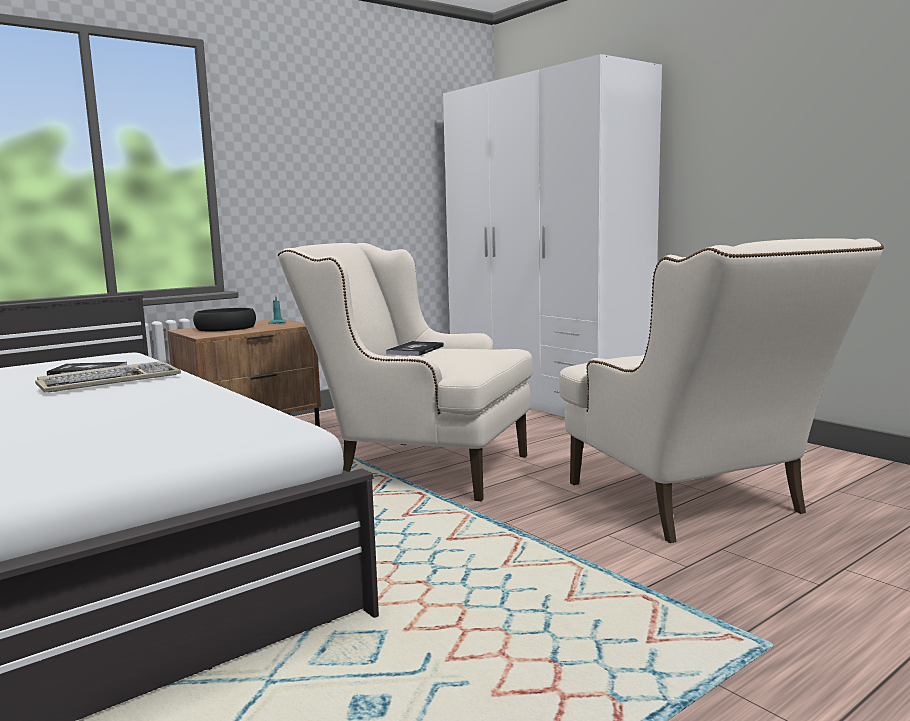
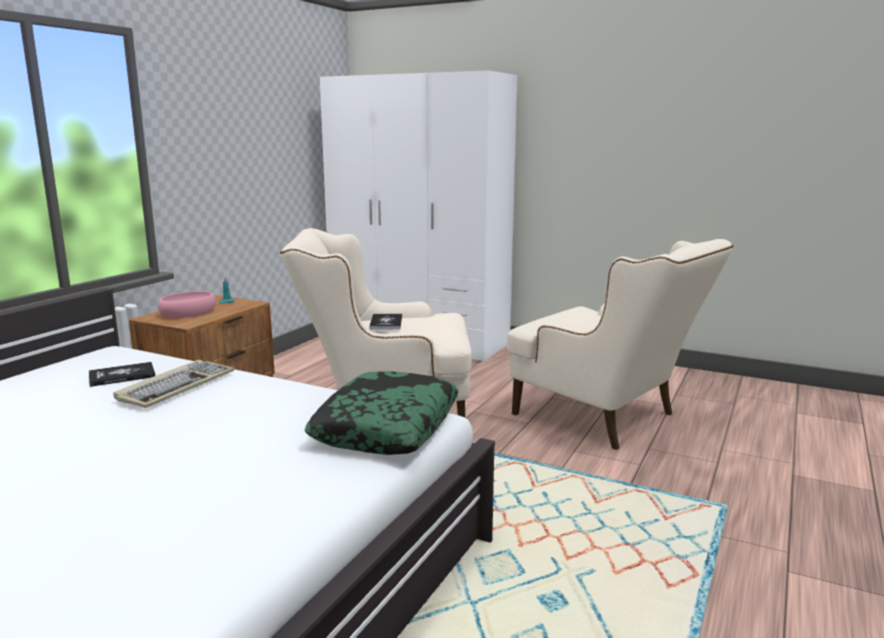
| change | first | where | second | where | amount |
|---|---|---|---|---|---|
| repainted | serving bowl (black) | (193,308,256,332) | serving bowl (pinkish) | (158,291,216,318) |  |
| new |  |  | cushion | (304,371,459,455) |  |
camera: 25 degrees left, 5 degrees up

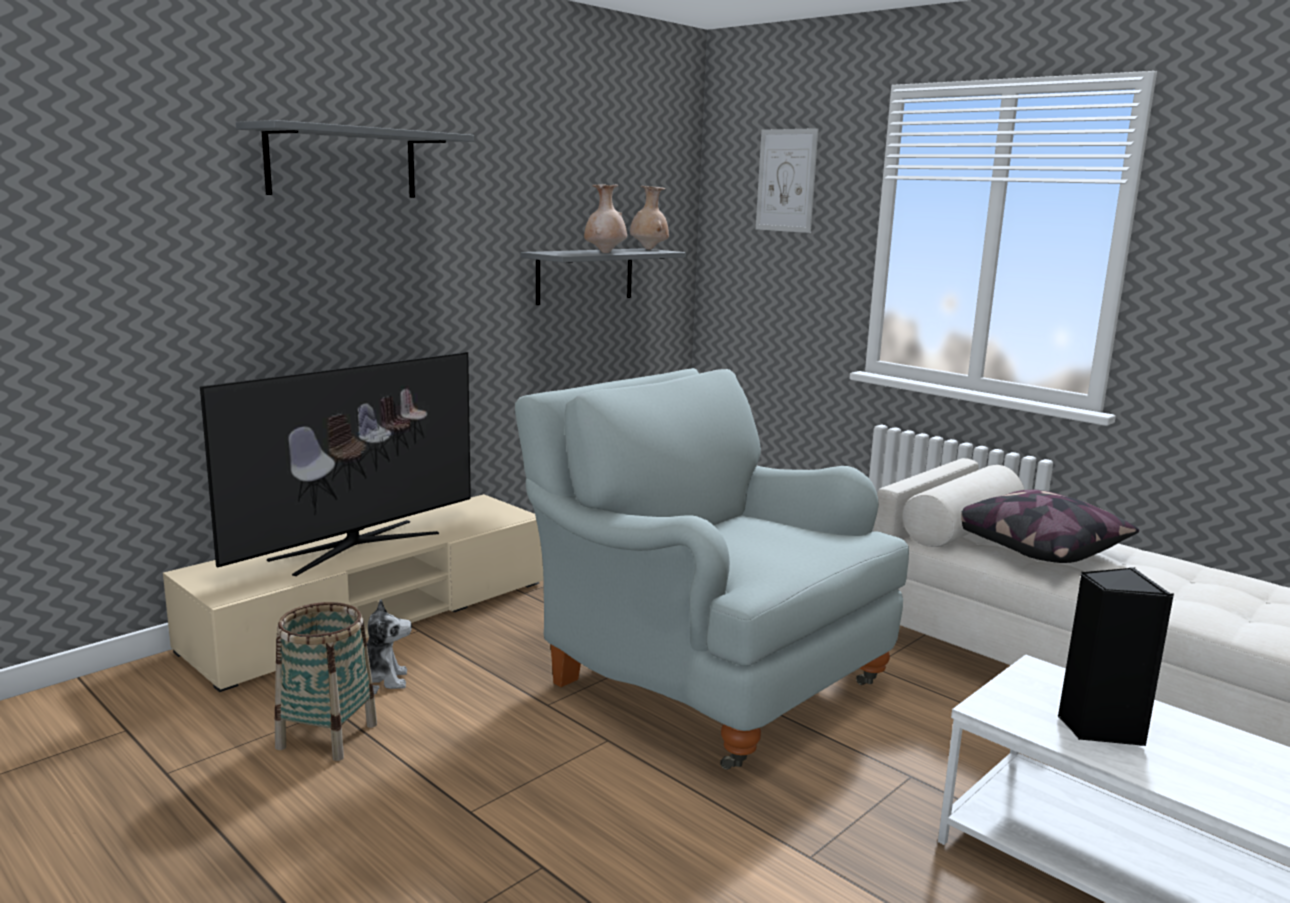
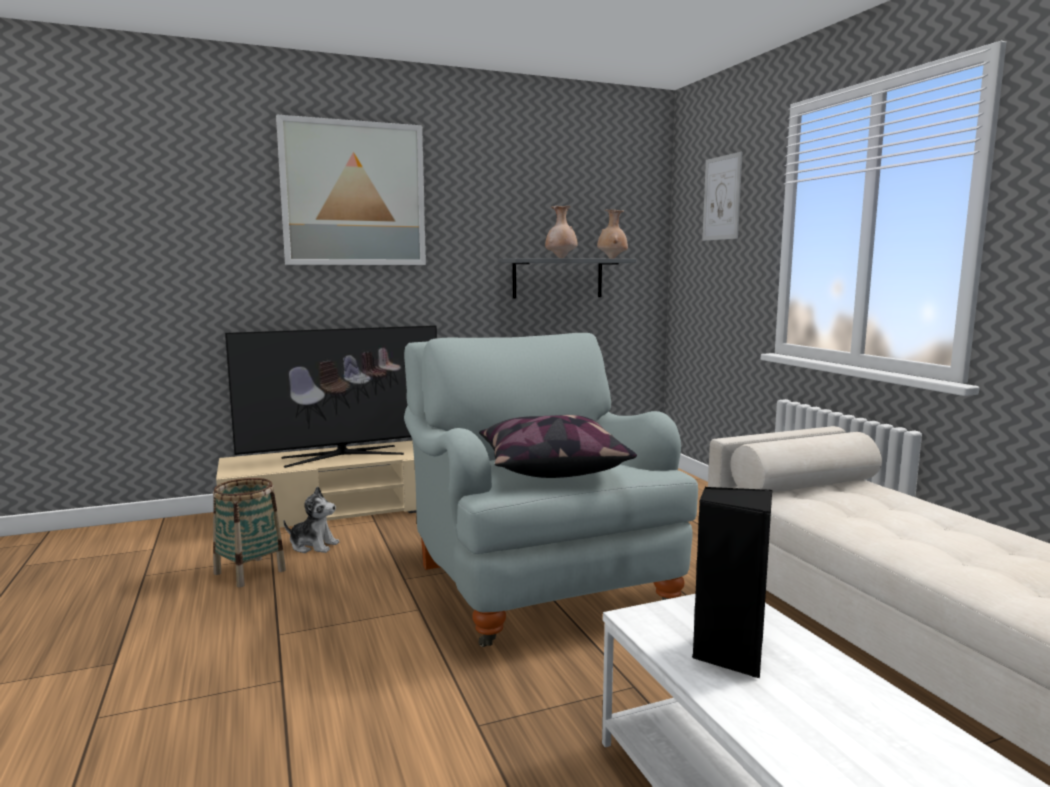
| change | first | where | second | where | amount |
|---|---|---|---|---|---|
| swapped | bracket shelf (greyish) | (236,120,474,198) | picture | (276,114,426,265) |  |
| shifted | cushion | (961,490,1139,563) |  | (479,415,637,478) |  |
camera: 25 degrees right, 5 degrees down

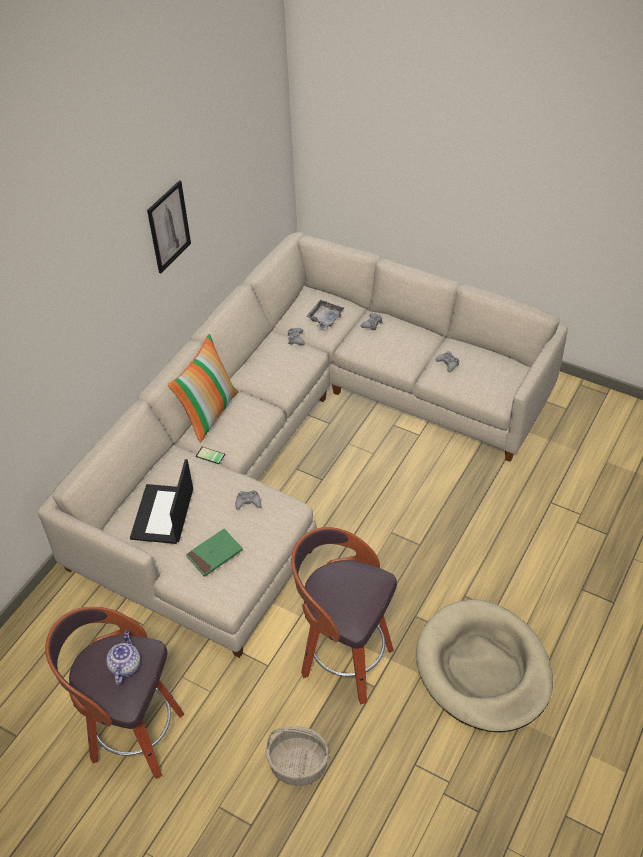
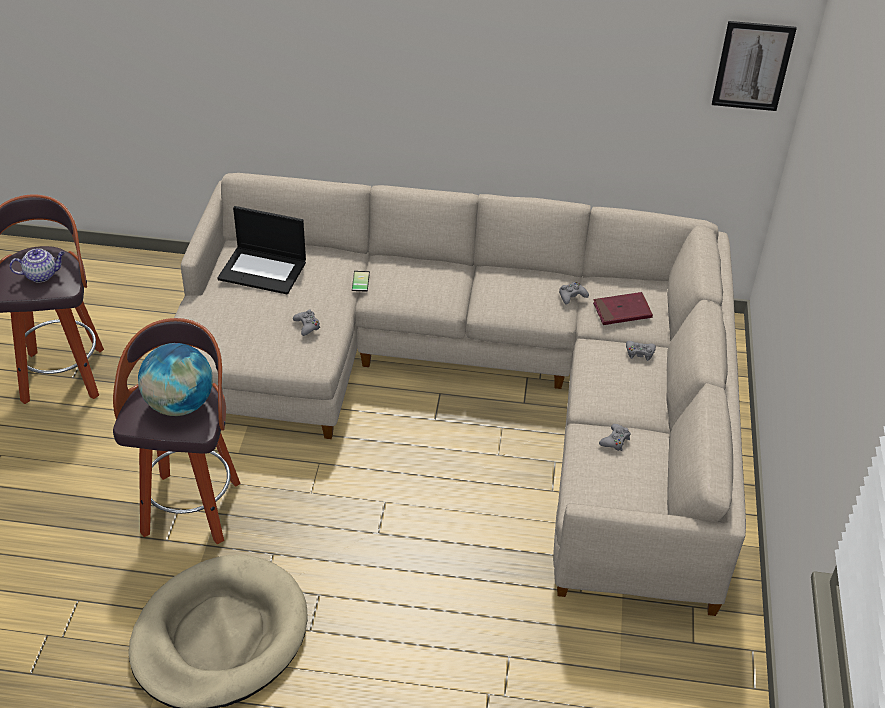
| change | first | where | second | where | amount |
|---|---|---|---|---|---|
| shifted | picture | (147,180,191,273) |  | (712,21,797,111) |  |
| swapped | tray (greyish) | (306,300,344,330) | book (red-coloured) | (593,292,653,325) |  |
| gone | cushion | (168,334,239,443) |  |  |  |
| rotated | portable computer | (130,459,193,544) |  | (217,206,306,295) | 150 degrees counterclockwise |
| gone | book (green-coloured) | (186,529,243,577) |  |  |  |
| gone | storage basket | (266,726,329,786) |  |  |  |
| new |  |  | desk globe | (138,343,213,416) |  |
camera: 65 degrees right, 5 degrees down

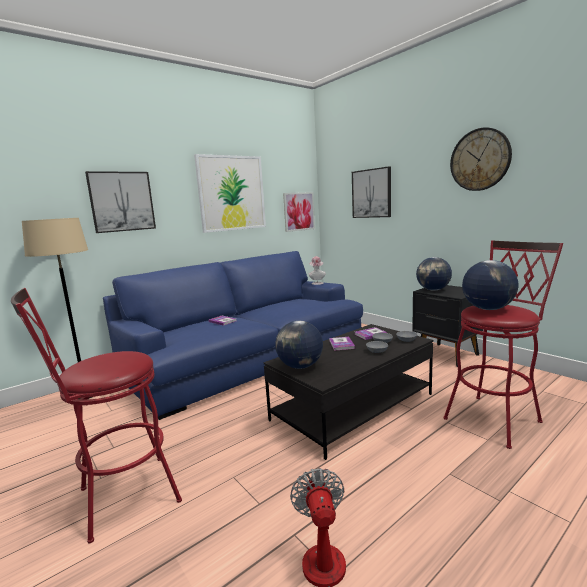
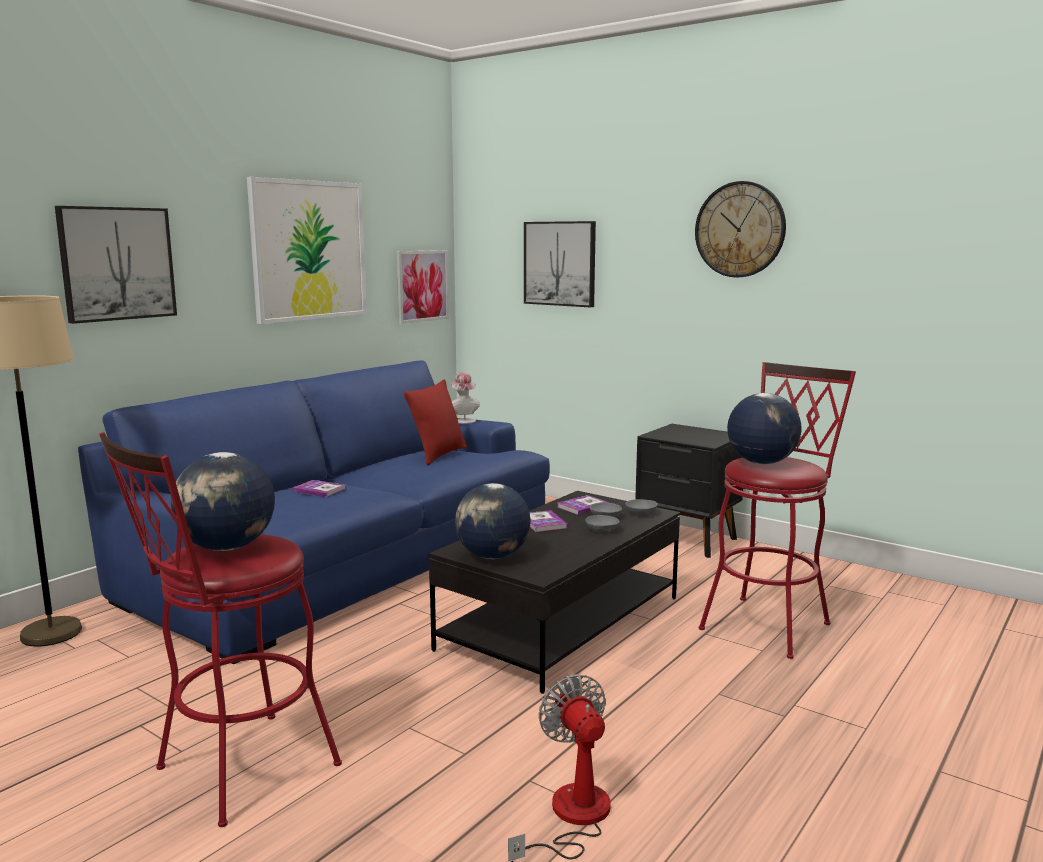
| change | first | where | second | where | amount |
|---|---|---|---|---|---|
| shifted | desk globe | (416,257,452,291) |  | (171,452,275,551) |  |
| new |  |  | cushion (red-coloured) | (404,379,467,465) |  |
camera: 15 degrees left, 0 degrees up

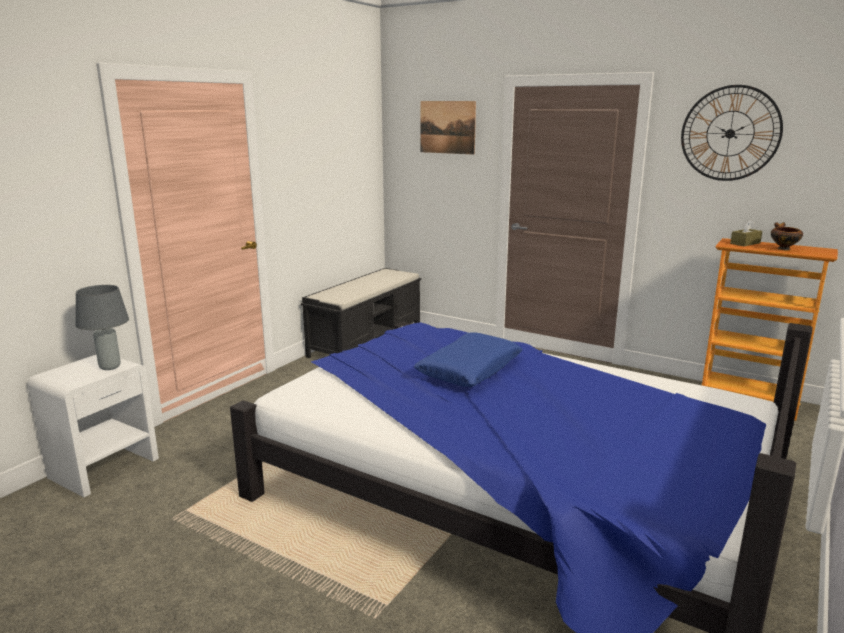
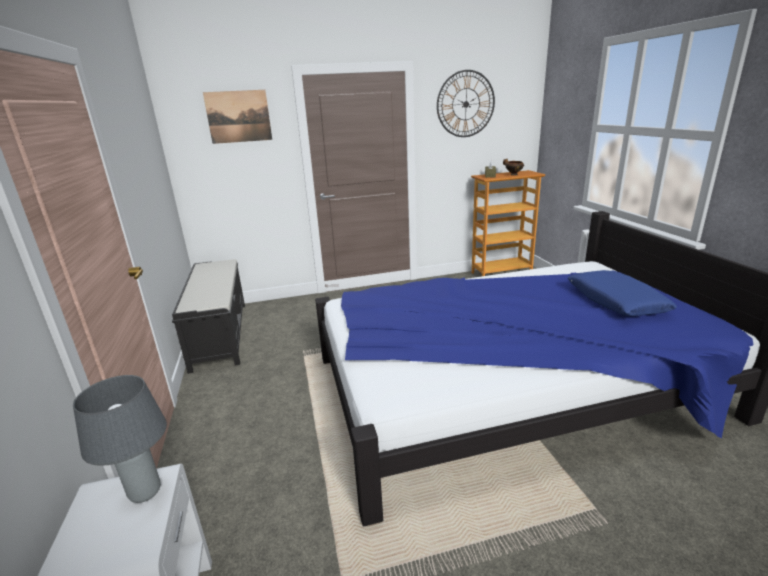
| change | first | where | second | where | amount |
|---|---|---|---|---|---|
| shifted | cushion (blue) | (414,333,523,387) |  | (568,270,677,316) |  |
camera: 45 degrees left, 5 degrees up

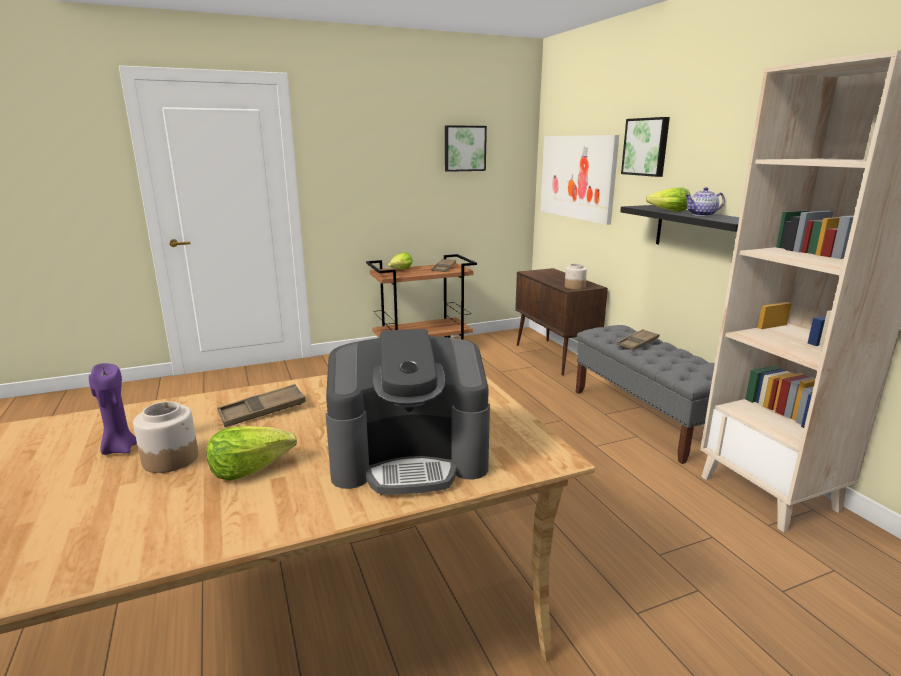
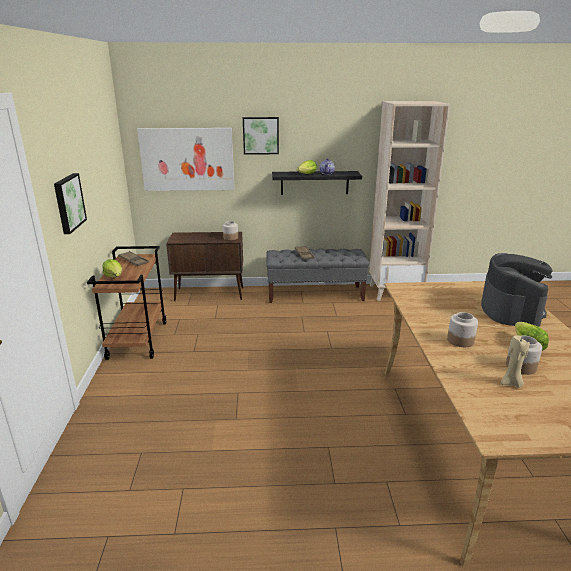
| change | first | where | second | where | amount |
|---|---|---|---|---|---|
| shifted | picture | (445,125,487,172) |  | (54,173,87,234) |  |
| repainted | candle (purplish) | (89,363,137,455) | candle (beige) | (501,335,530,388) |  |
| swapped | tray (brownish) | (217,384,306,427) | jar | (447,312,478,347) |  |
camera: 70 degrees left, 5 degrees up

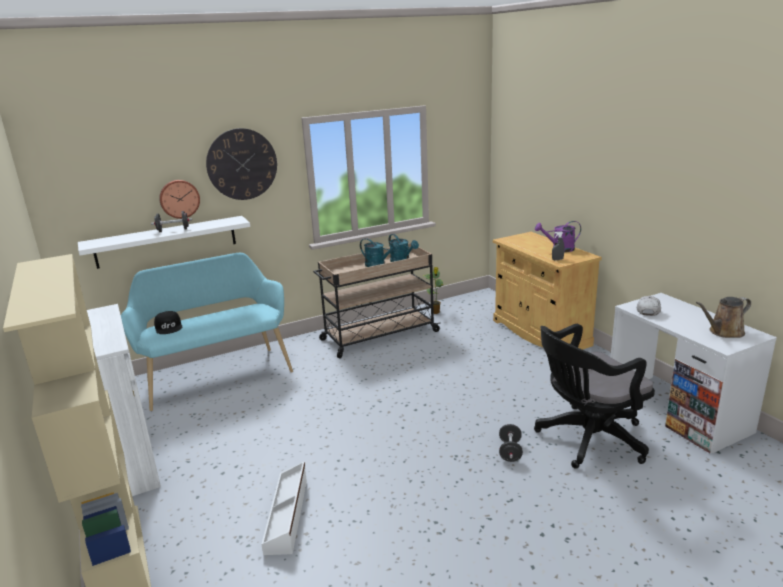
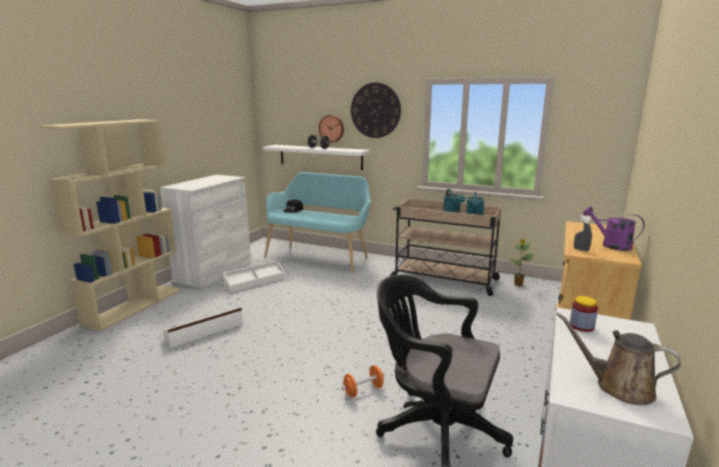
| change | first | where | second | where | amount |
|---|---|---|---|---|---|
| swapped | baseball cap (white) | (637,296,661,316) | jar | (570,296,598,332) |  |
| repainted | free weight (black) | (499,424,523,462) | free weight (orange) | (342,365,385,398) |  |
| new |  |  | storage bin (white) | (223,261,285,293) |  |
camera: 50 degrees right, 5 degrees down

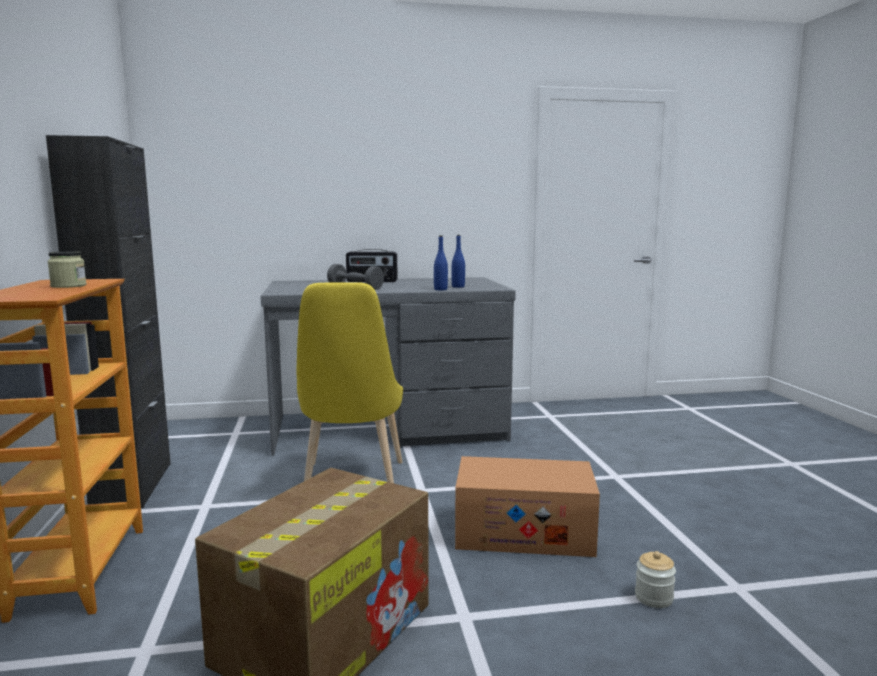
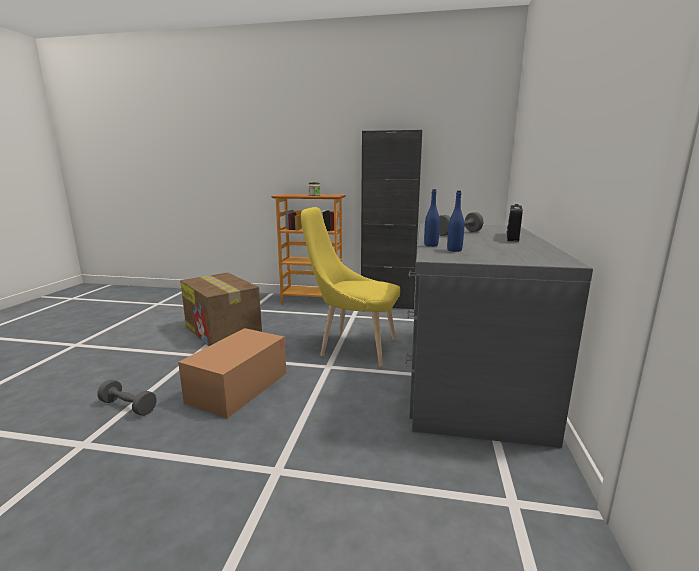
| change | first | where | second | where | amount |
|---|---|---|---|---|---|
| swapped | jar | (635,551,676,608) | free weight (greyish) | (97,379,157,416) |  |
camera: 110 degrees right, 5 degrees up

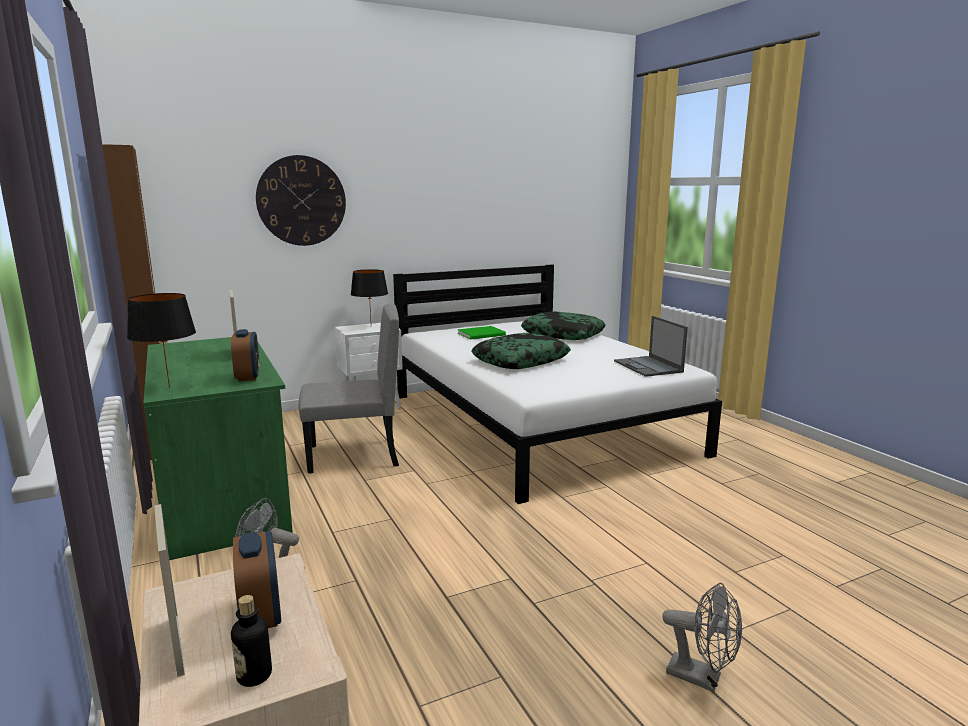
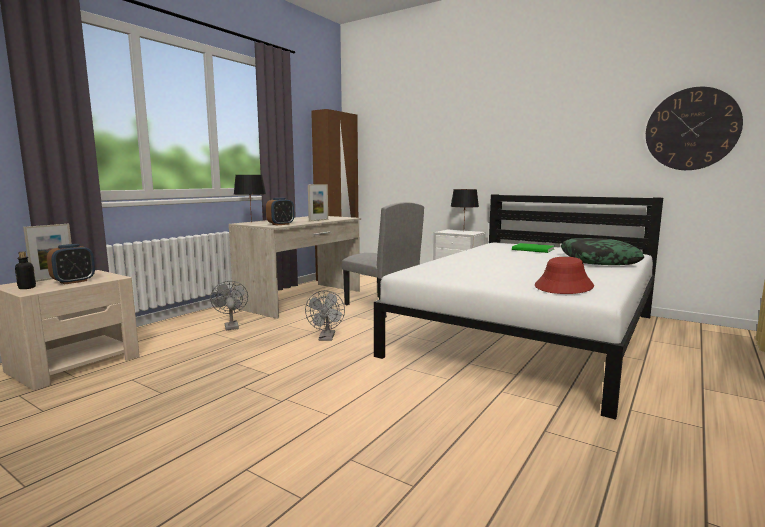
| change | first | where | second | where | amount |
|---|---|---|---|---|---|
| shifted | clock on the wall | (256,155,346,246) |  | (646,87,743,170) |  |
| swapped | portable computer | (614,316,688,377) | clothing hat (red-coloured) | (535,257,594,294) |  |
| gone | cushion | (471,333,571,369) |  |  |  |
| repainted | desk table (green-coloured) | (143,337,293,560) | desk table (beige) | (229,216,361,319) |  |
| shifted | fan (greyish) | (662,583,742,692) |  | (305,290,345,341) |  |
camera: 60 degrees right, 5 degrees down

